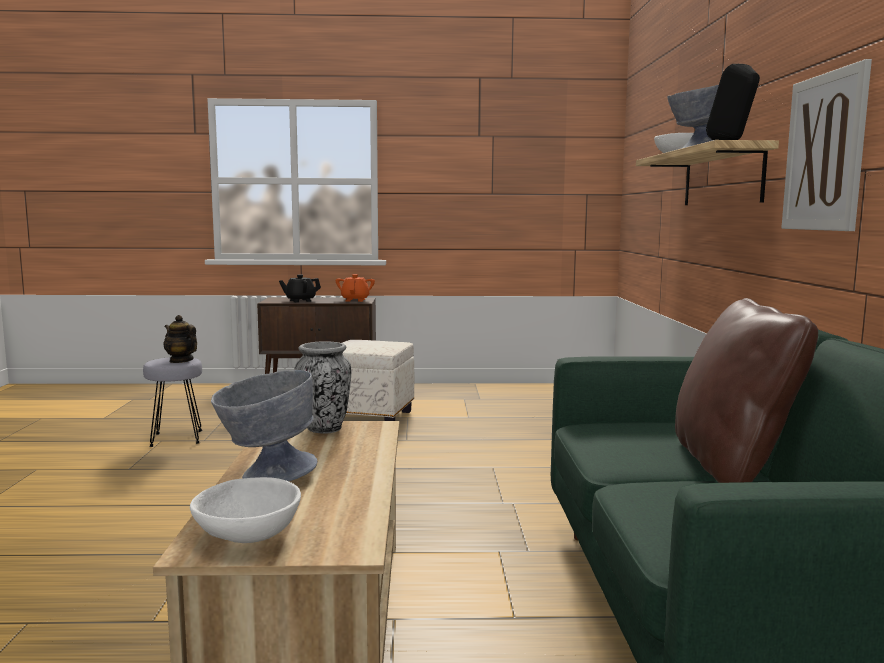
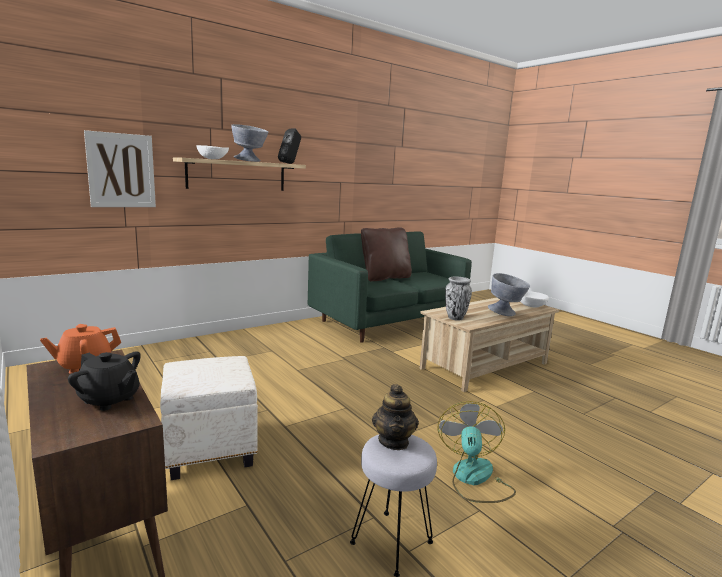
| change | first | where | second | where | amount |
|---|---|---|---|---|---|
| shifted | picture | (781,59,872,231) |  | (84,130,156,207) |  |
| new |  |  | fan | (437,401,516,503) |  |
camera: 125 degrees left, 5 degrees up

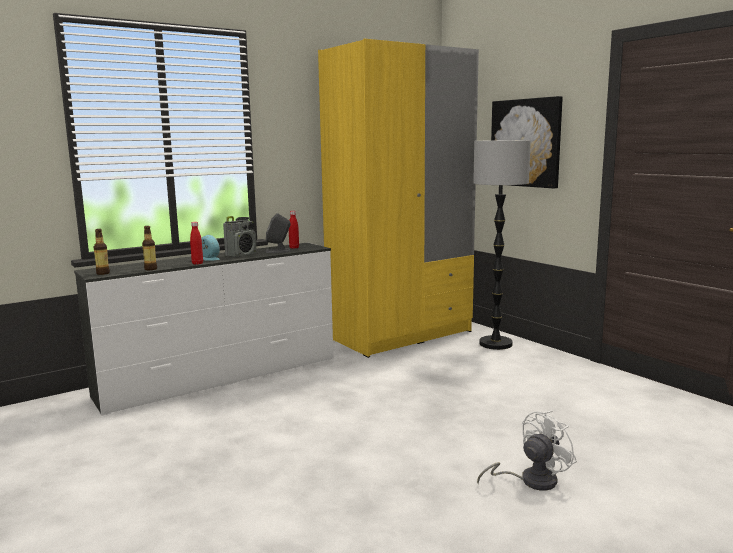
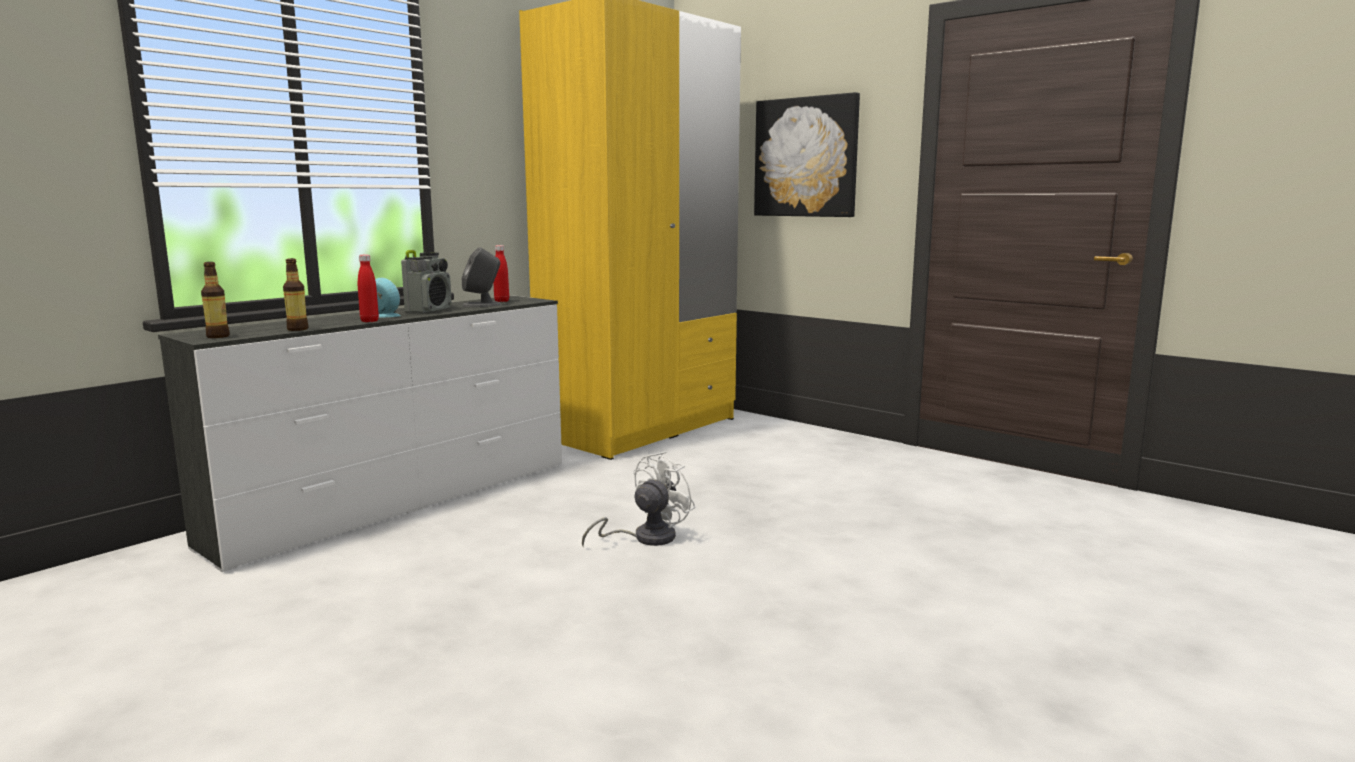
| change | first | where | second | where | amount |
|---|---|---|---|---|---|
| gone | floor lamp | (473,140,531,350) |  |  |  |
| shifted | fan (white) | (477,410,577,491) |  | (582,451,696,547) |  |
camera: 15 degrees left, 0 degrees up

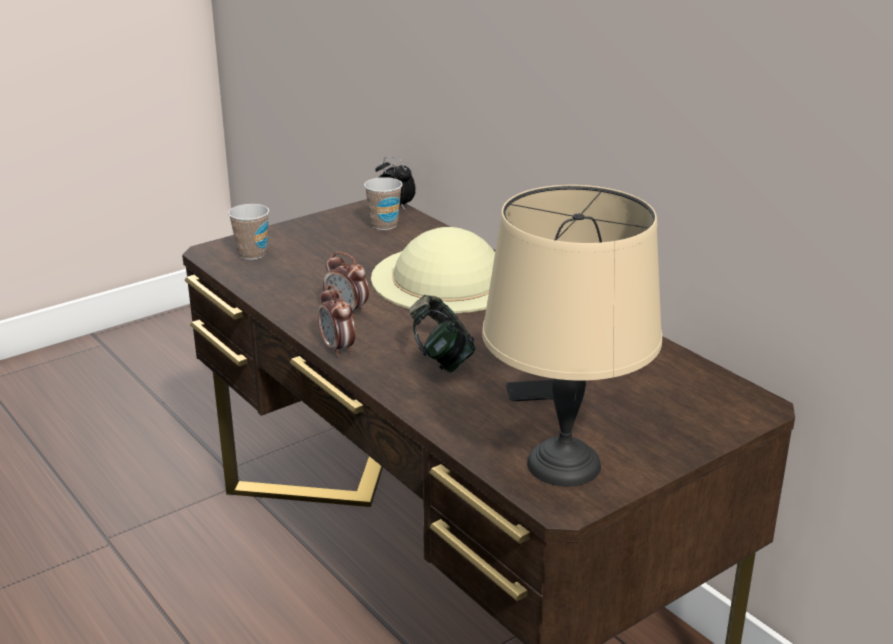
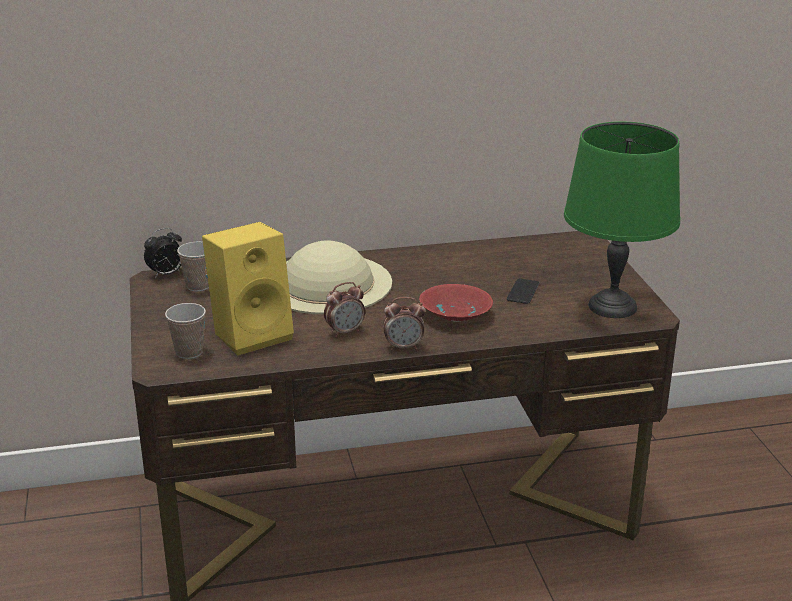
| change | first | where | second | where | amount |
|---|---|---|---|---|---|
| repainted | lamp for a table (beige) | (482,185,662,486) | lamp for a table (green-coloured) | (564,122,680,318) |  |
| swapped | headphones | (410,295,476,373) | serving bowl (red-coloured) | (419,284,493,322) |  |
| new |  |  | speaker (yellow-coloured) | (202,222,294,356) |  |
camera: 65 degrees left, 0 degrees up

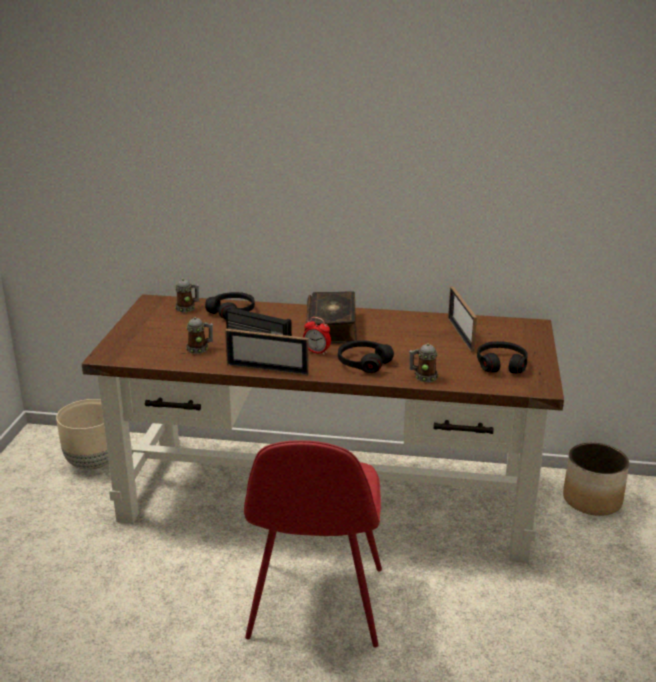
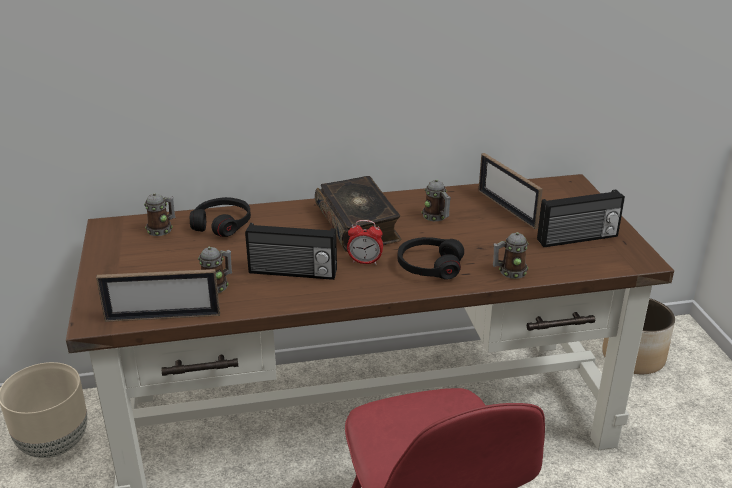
| change | first | where | second | where | amount |
|---|---|---|---|---|---|
| shifted | picture frame | (225,329,309,375) |  | (96,269,220,322) |  |
| swapped | headphones (black) | (477,341,528,373) | radio | (537,190,625,247) |  |
| new |  |  | mug | (422,179,451,221) |  |
camera: 20 degrees left, 5 degrees up

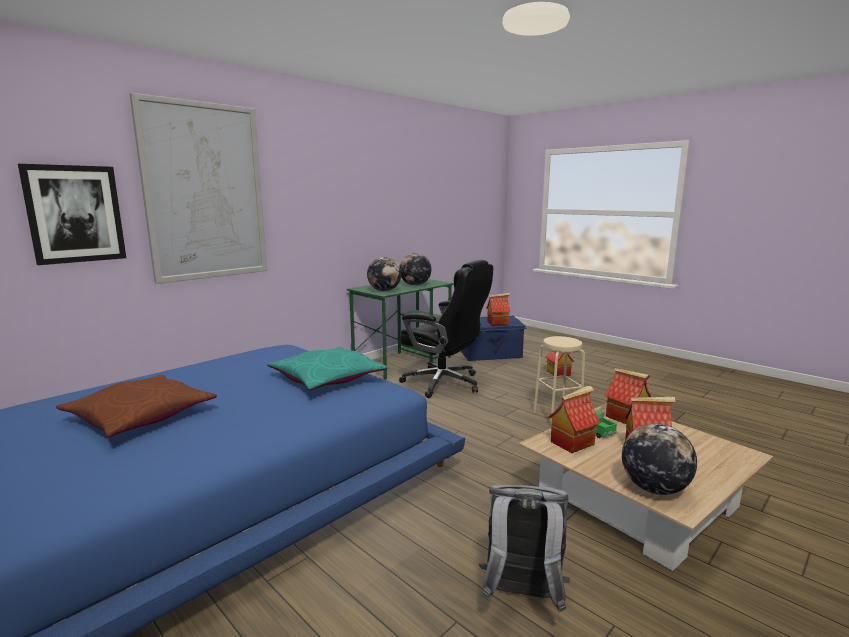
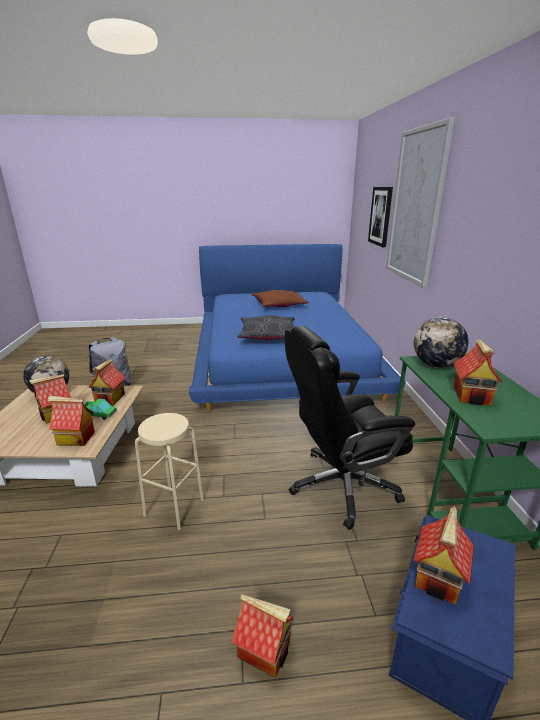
| change | first | where | second | where | amount |
|---|---|---|---|---|---|
| swapped | desk globe | (400,253,431,286) | toy house | (454,339,503,406) |  |
| repainted | cushion (turquoise) | (267,347,388,390) | cushion (greyish) | (237,315,295,340) |  |
camera: 130 degrees right, 10 degrees up

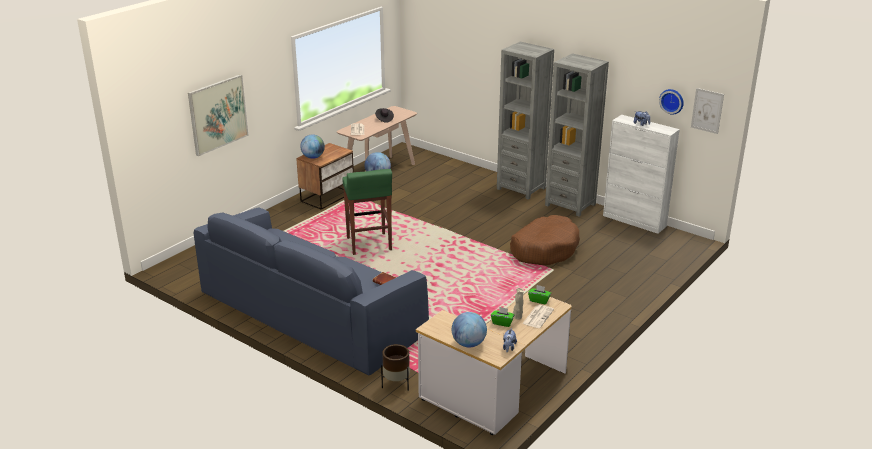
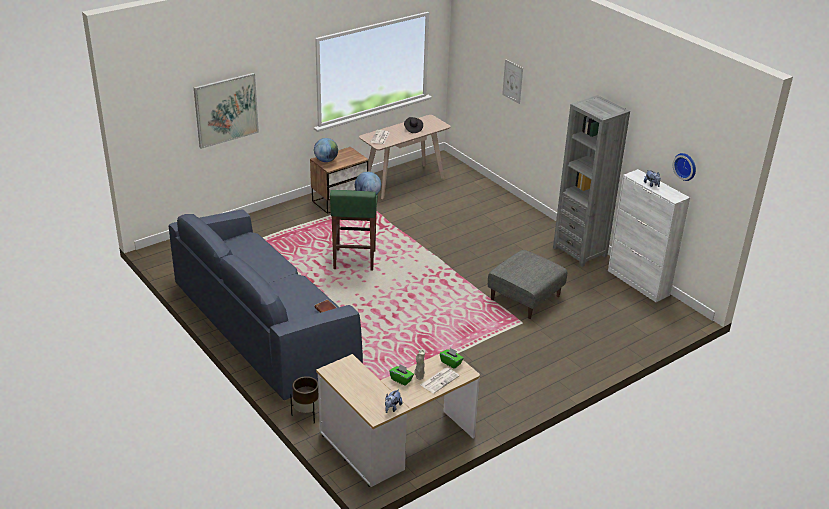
| change | first | where | second | where | amount |
|---|---|---|---|---|---|
| gone | bookcase (greyish) | (497,42,554,200) |  |  |  |
| shifted | picture | (691,88,724,134) |  | (502,59,523,104) |  |
| swapped | dog bed (brownish) | (510,215,580,265) | footrest (greyish) | (488,250,567,319) |  |
| gone | desk globe | (452,312,487,347) |  |  |  |
camera: 15 degrees right, 5 degrees up

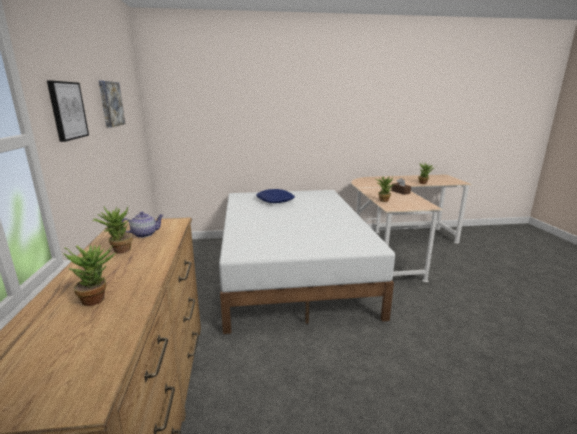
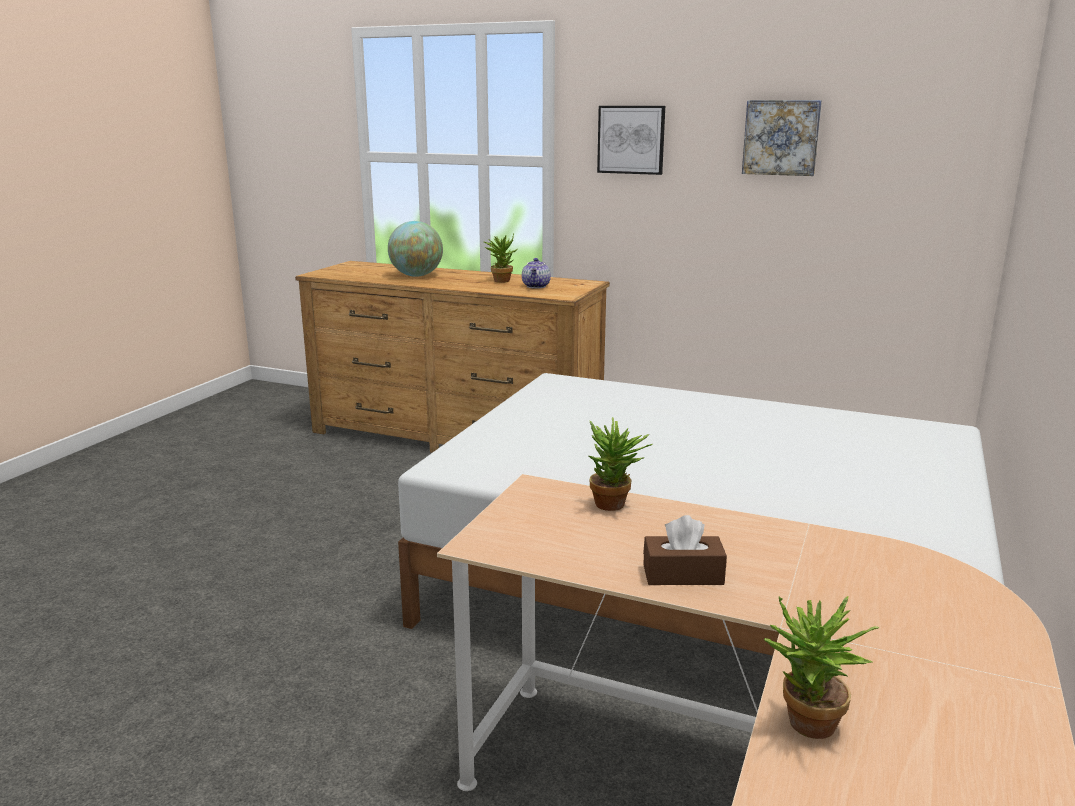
| change | first | where | second | where | amount |
|---|---|---|---|---|---|
| gone | cushion (blue) | (256,189,295,203) |  |  |  |
| swapped | potted plant | (63,245,115,306) | desk globe | (388,221,443,277) |  |
camera: 120 degrees right, 0 degrees up

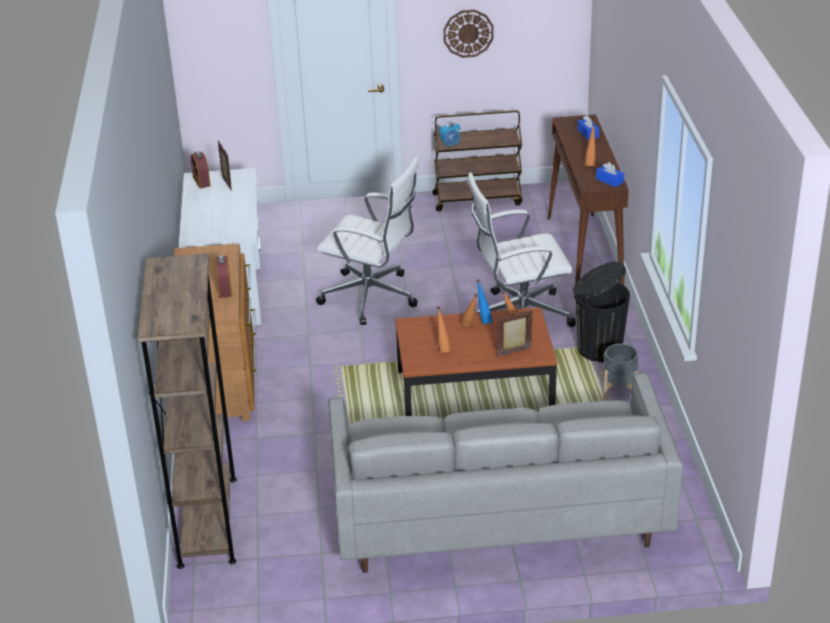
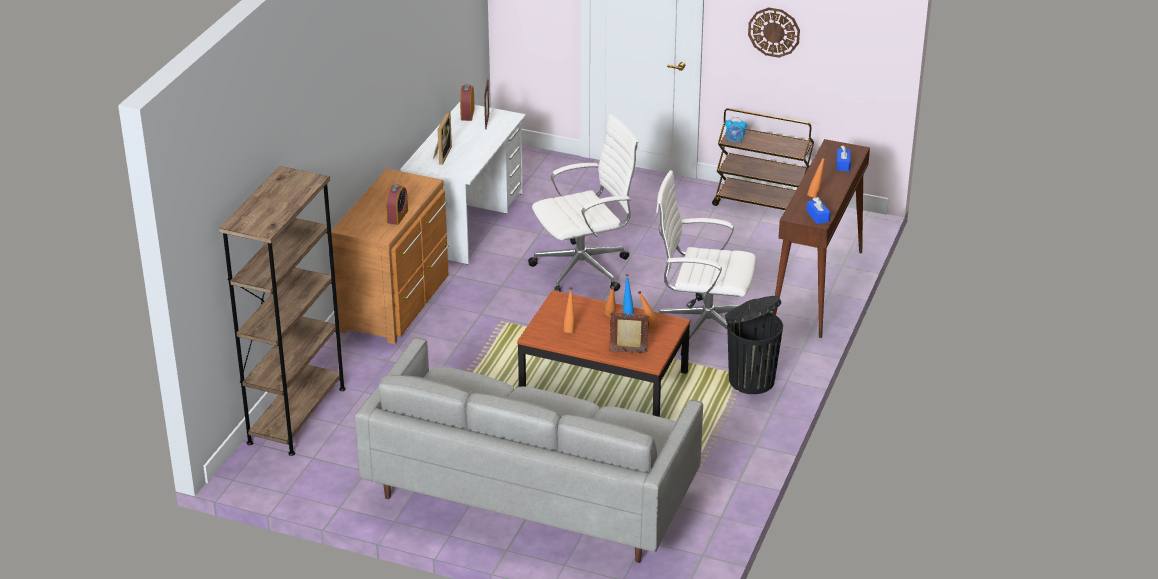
| change | first | where | second | where | amount |
|---|---|---|---|---|---|
| rotated | office chair (white) | (316,157,419,325) |  | (528,114,639,292) | 75 degrees counterclockwise |
| gone | planter (greyish) | (603,344,638,400) |  |  |  |
| new |  |  | picture frame | (433,112,452,165) |  |
camera: 25 degrees right, 0 degrees up

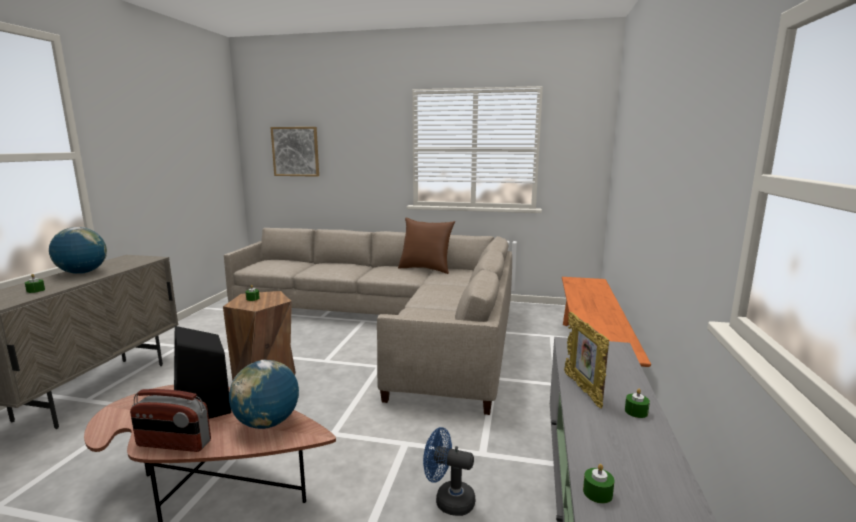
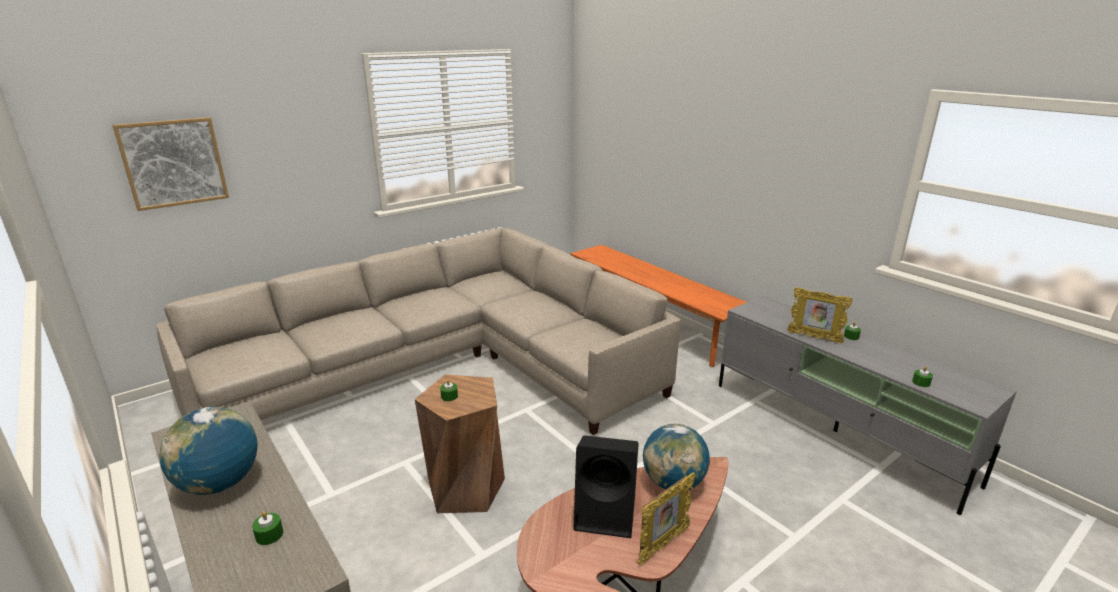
| change | first | where | second | where | amount |
|---|---|---|---|---|---|
| gone | cushion (brownish) | (398,217,455,274) |  |  |  |
| swapped | radio | (130,389,211,452) | picture frame | (638,472,695,566) |  |
| gone | fan (blue) | (423,427,475,516) |  |  |  |
camera: 50 degrees left, 10 degrees up

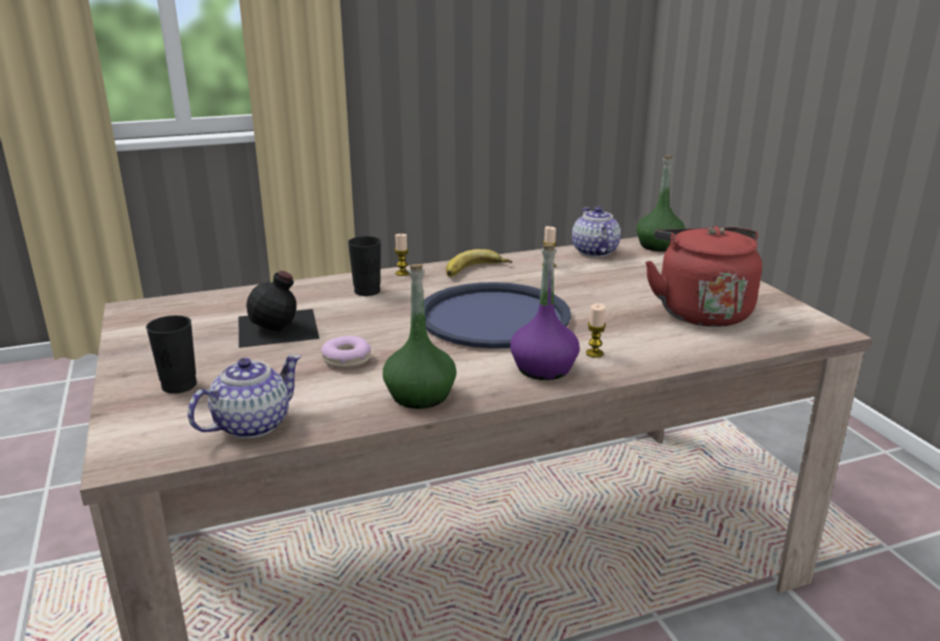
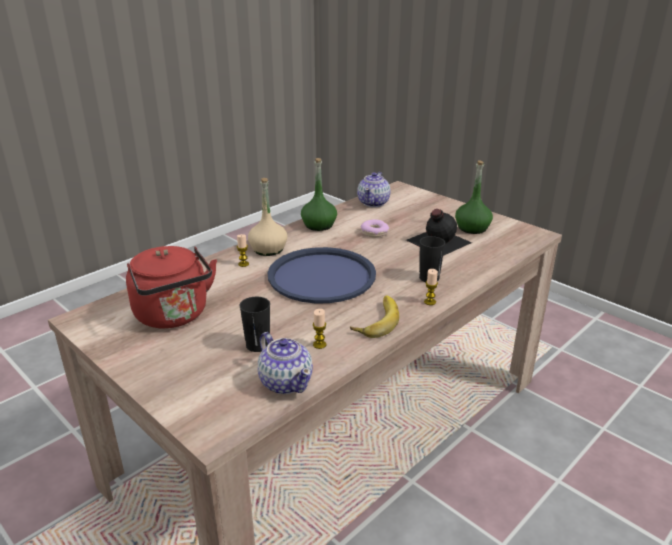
| change | first | where | second | where | amount |
|---|---|---|---|---|---|
| shifted | beverage bottle (green-coloured) | (636,155,685,252) |  | (455,161,493,234) |  |
| repainted | beverage bottle (purplish) | (510,244,580,380) | beverage bottle (beige) | (248,178,287,256) |  |
| shifted | cup (black) | (146,315,197,394) |  | (239,297,270,352) |  |
camera: 155 degrees right, 5 degrees up

